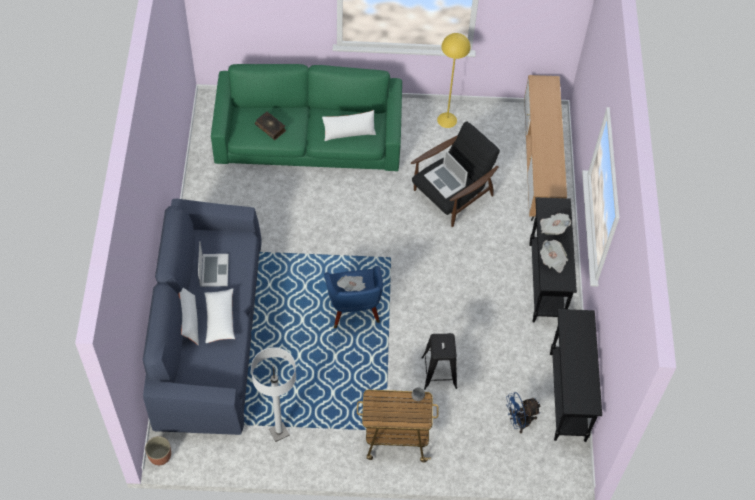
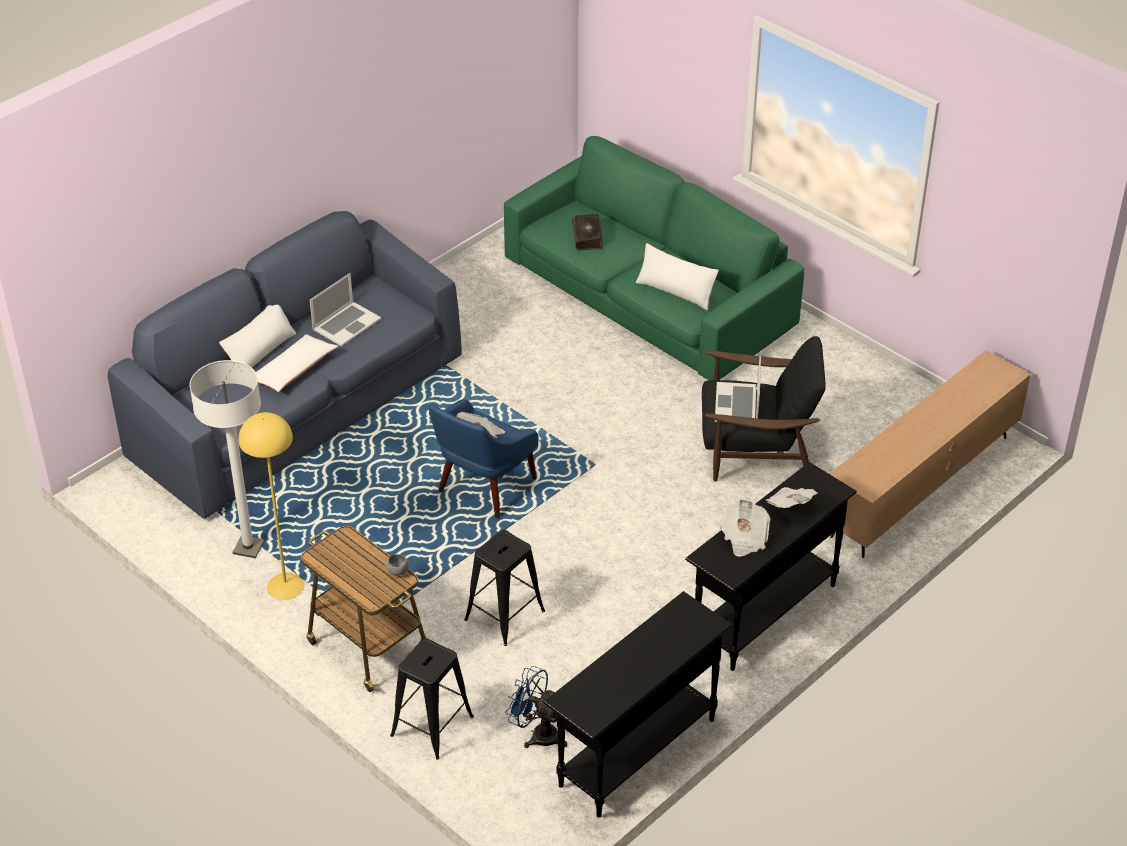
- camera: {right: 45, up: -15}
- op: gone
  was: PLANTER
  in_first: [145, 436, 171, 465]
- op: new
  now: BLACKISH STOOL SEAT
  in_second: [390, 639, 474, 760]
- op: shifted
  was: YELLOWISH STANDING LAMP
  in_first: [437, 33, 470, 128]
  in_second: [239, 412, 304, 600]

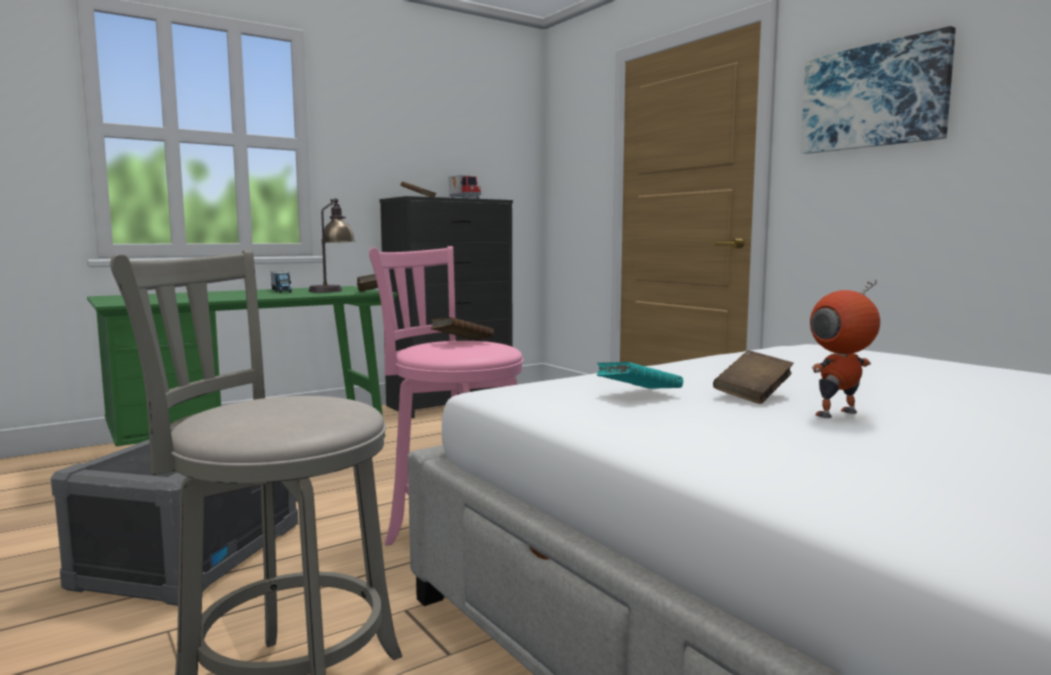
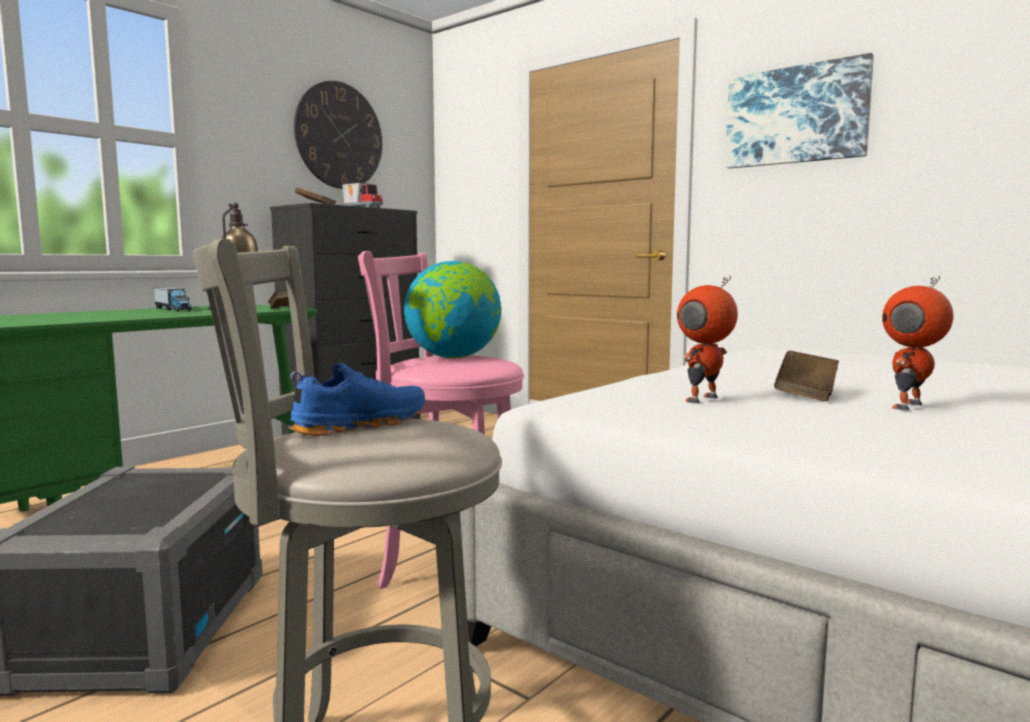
- camera: {right: -15, up: 0}
- op: new
  now: BLUISH ITEM OF FOOTWEAR
  in_second: [288, 363, 425, 436]
- op: new
  now: WALL CLOCK
  in_second: [294, 81, 382, 189]
- op: swapped
  was: BROWN-COLOURED BOUND BOOK
  now: GLOBE
  in_first: [431, 317, 494, 340]
  in_second: [404, 261, 502, 358]
- op: swapped
  was: TURQUOISE BOUND BOOK
  now: MODEL ROBOT
  in_first: [596, 362, 683, 389]
  in_second: [677, 276, 738, 403]

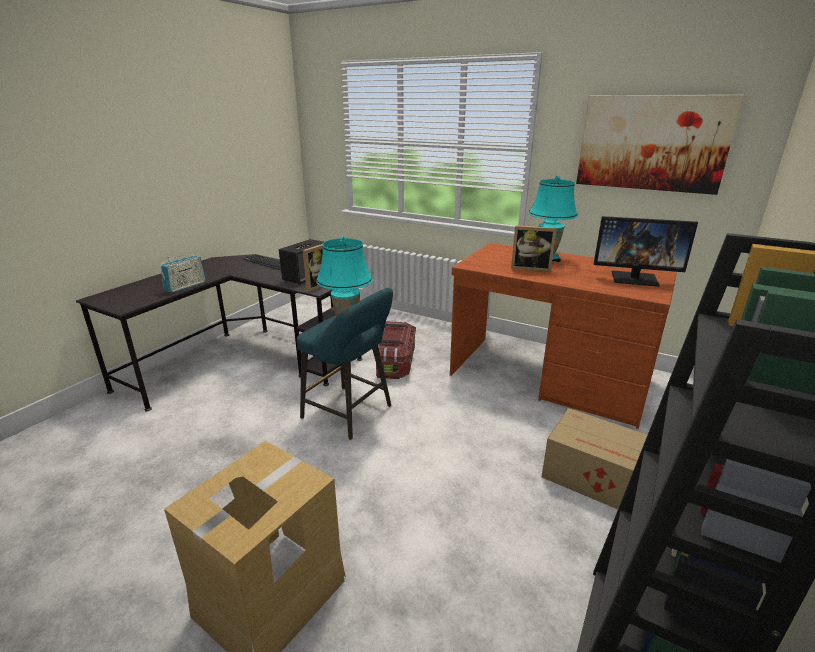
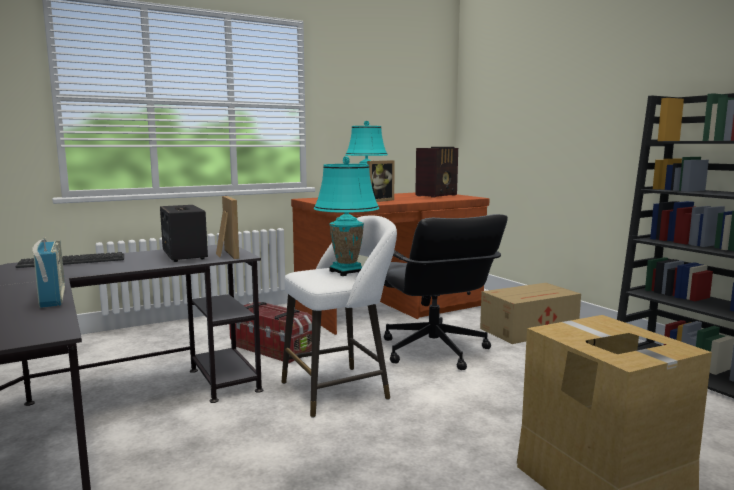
- camera: {right: -60, up: -15}
- op: gone
  was: WALL ART
  in_first: [576, 95, 744, 195]
- op: new
  now: BLACKISH DESK CHAIR
  in_second: [384, 214, 508, 370]
- op: swapped
  was: MONITOR
  now: RADIO
  in_first: [594, 216, 698, 287]
  in_second: [415, 147, 458, 198]
- op: repainted
  was: TURQUOISE STOOL SEAT
  now: WHITISH STOOL SEAT
  in_first: [297, 288, 393, 440]
  in_second: [282, 215, 397, 418]

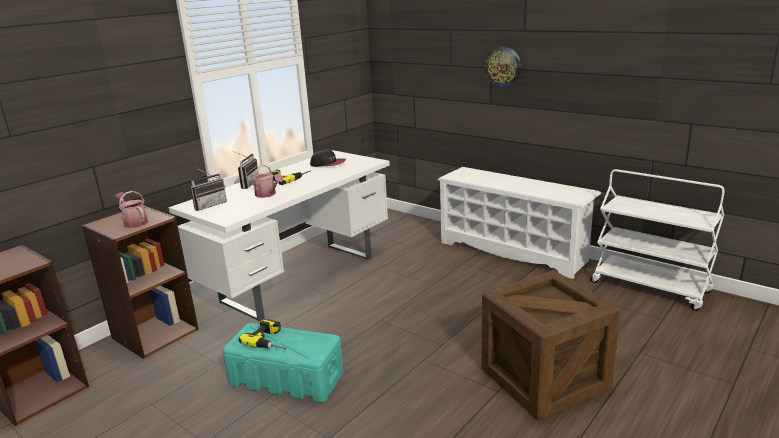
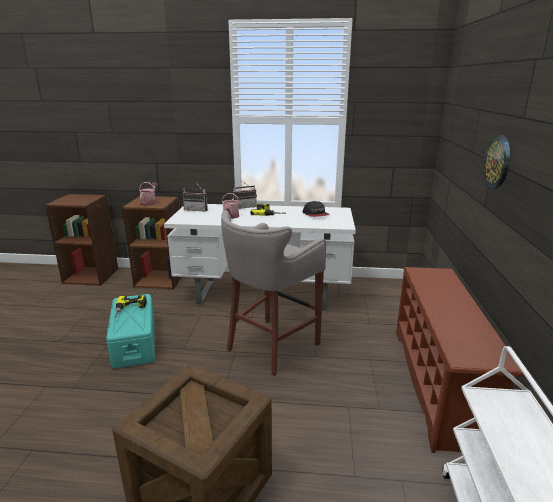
- camera: {right: 55, up: 0}
- op: new
  now: GREY STOOL SEAT
  in_second: [221, 210, 326, 376]
- op: repainted
  was: WHITISH SHOE SHELF
  now: BROWN-COLOURED SHOE SHELF
  in_first: [437, 167, 602, 279]
  in_second: [396, 267, 525, 453]

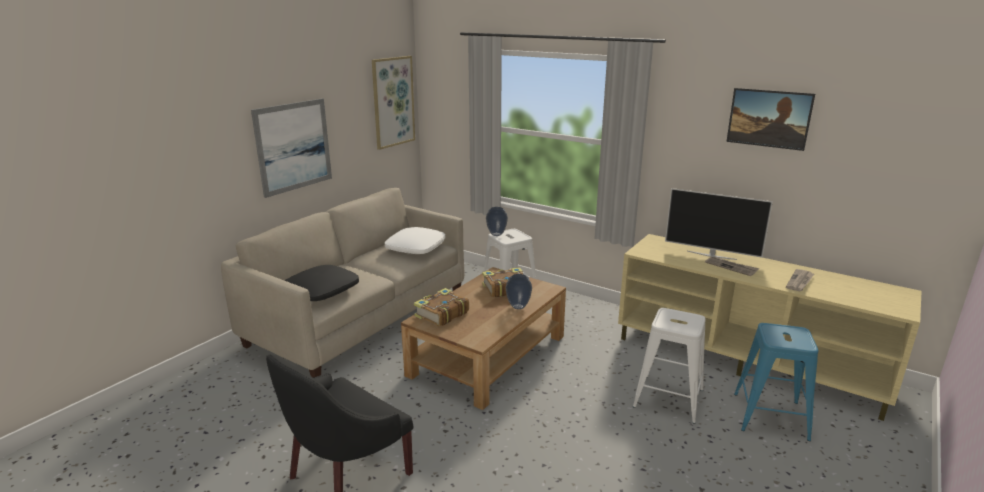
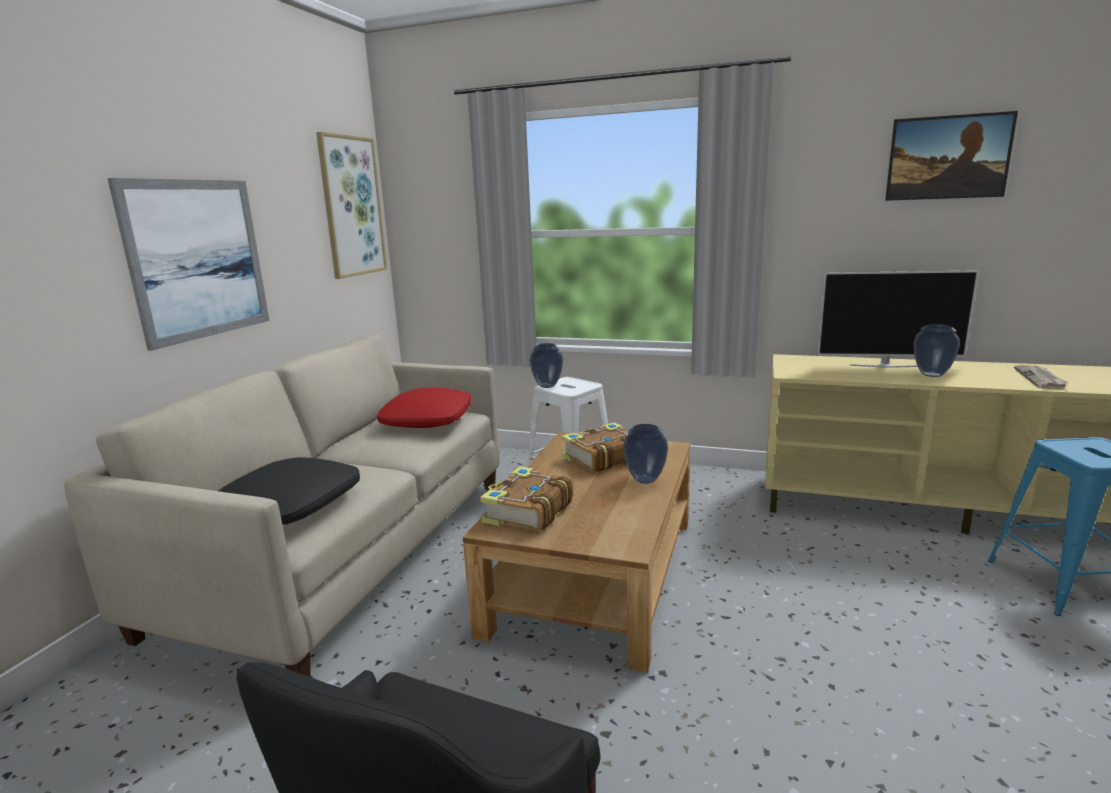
- camera: {right: -15, up: -5}
- op: gone
  was: WHITISH STOOL SEAT
  in_first: [633, 308, 706, 423]
- op: swapped
  was: NEWSPAPER
  now: VASE
  in_first: [705, 257, 759, 276]
  in_second: [914, 324, 960, 377]
- op: repainted
  was: WHITISH PILLOW
  now: REDDISH PILLOW
  in_first: [385, 227, 445, 254]
  in_second: [377, 387, 471, 428]

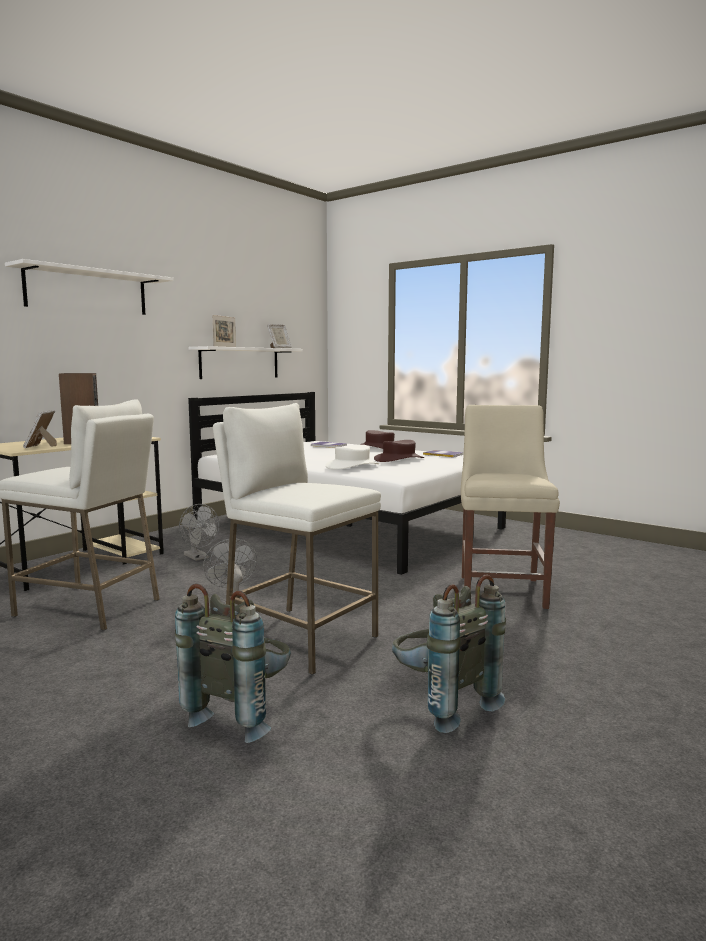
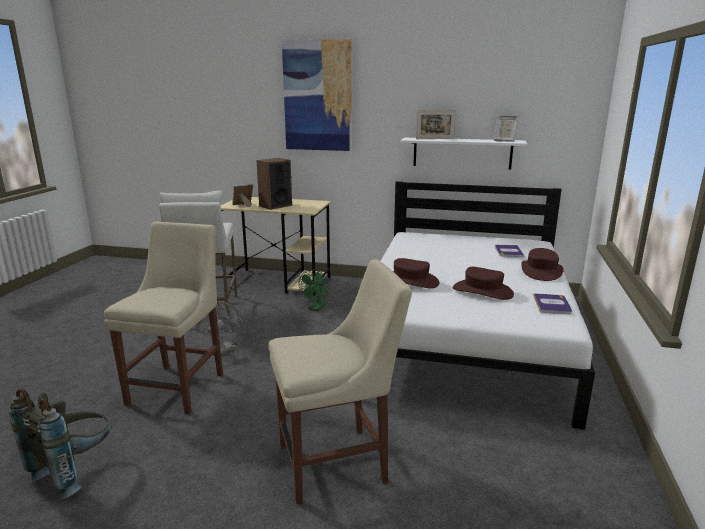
- camera: {right: 65, up: 10}
- op: gone
  was: GREY RUCKSACK
  in_first: [175, 584, 291, 743]
- op: swapped
  was: WHITISH WALL SHELF
  now: WALL ART
  in_first: [5, 259, 174, 315]
  in_second: [282, 39, 352, 151]
- op: swapped
  was: WHITISH STOOL SEAT
  now: BEIGE UPRIGHT CHAIR
  in_first: [213, 403, 381, 675]
  in_second: [104, 221, 223, 414]
- op: repainted
  was: GREY FAN
  now: GREEN-COLOURED FAN
  in_first: [179, 504, 219, 561]
  in_second: [299, 269, 329, 311]
- op: repainted
  was: WHITISH CLOTHING HAT
  now: BROWN-COLOURED CLOTHING HAT
  in_first: [325, 445, 379, 469]
  in_second: [393, 258, 439, 288]

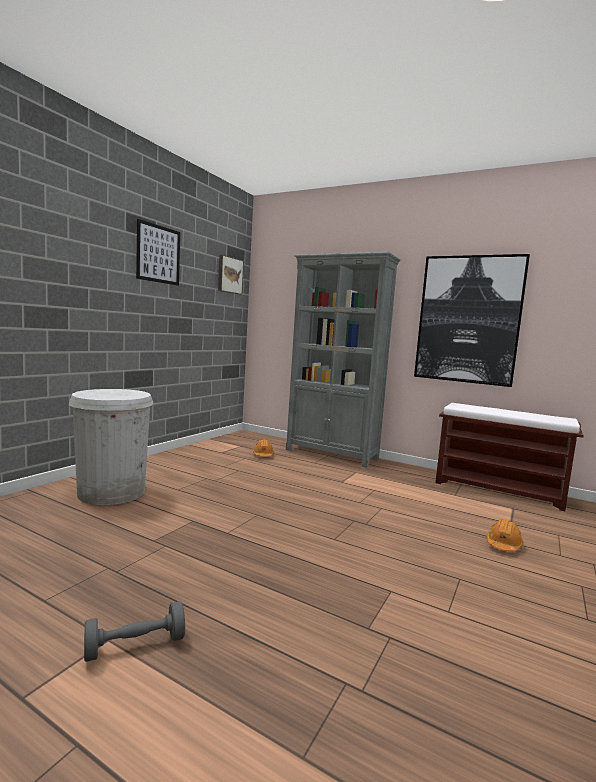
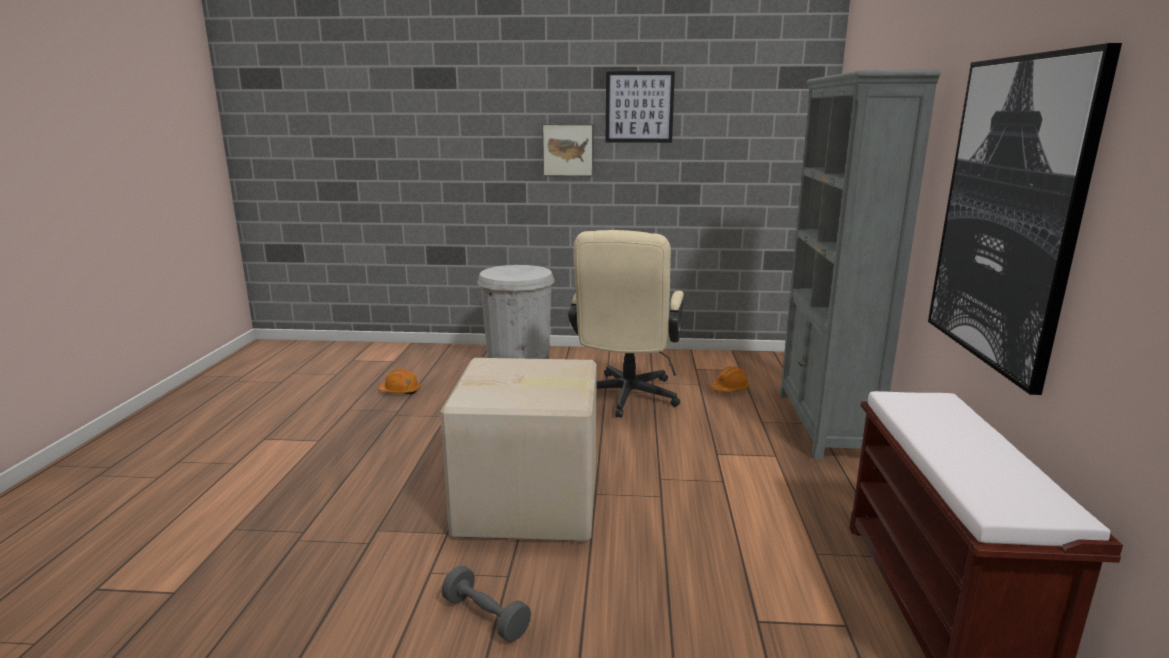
- camera: {right: 65, up: 10}
- op: new
  now: PACKING BOX
  in_second: [440, 358, 597, 542]
- op: new
  now: BEIGE DESK CHAIR
  in_second: [568, 230, 684, 418]
- op: shifted
  was: GREY FREE WEIGHT
  in_first: [84, 601, 185, 662]
  in_second: [442, 566, 531, 642]
- op: shifted
  was: WALL ART
  in_first: [218, 255, 244, 294]
  in_second: [542, 124, 594, 176]
- op: shifted
  was: ORANGE-COLOURED SAFETY HELMET
  in_first: [487, 519, 523, 552]
  in_second: [378, 369, 420, 395]

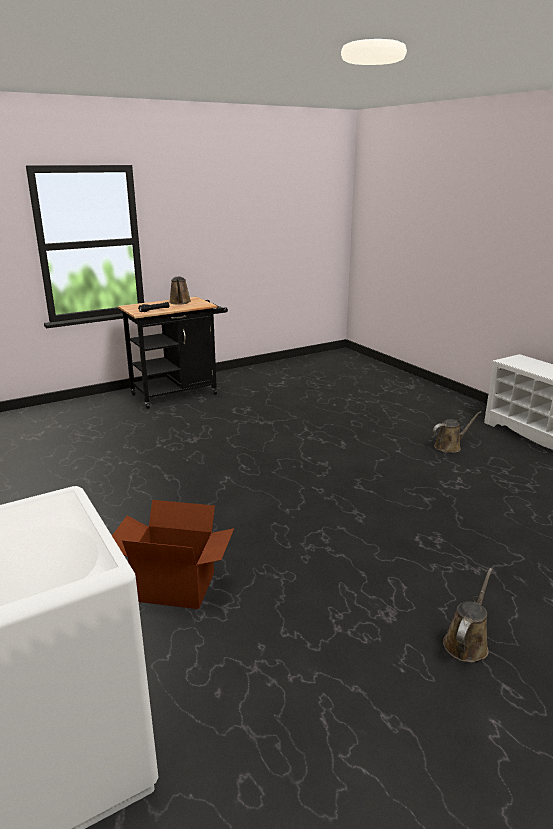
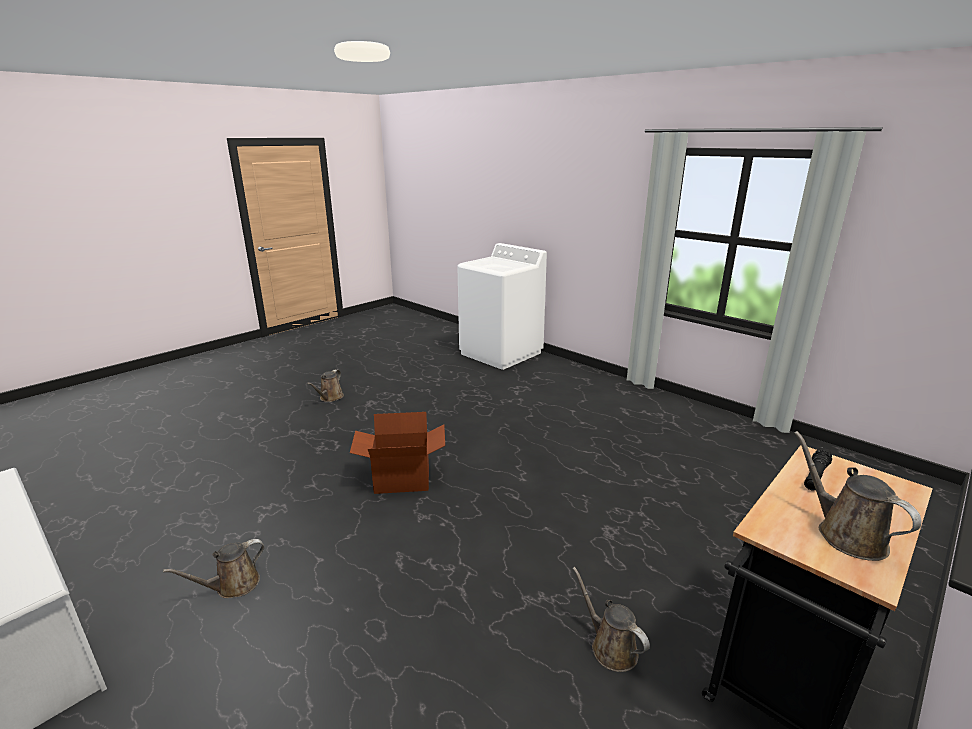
- camera: {right: 165, up: 0}
- op: new
  now: BROWN-COLOURED WATERING CAN
  in_second: [572, 567, 650, 672]
- op: shifted
  was: PACKING BOX
  in_first: [112, 500, 234, 609]
  in_second: [350, 412, 445, 494]

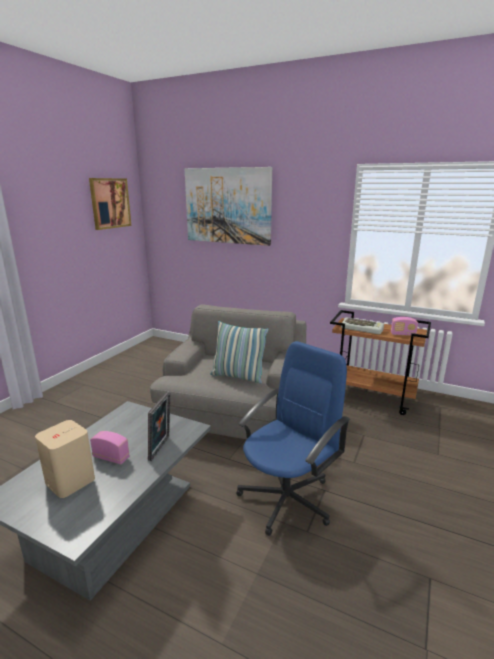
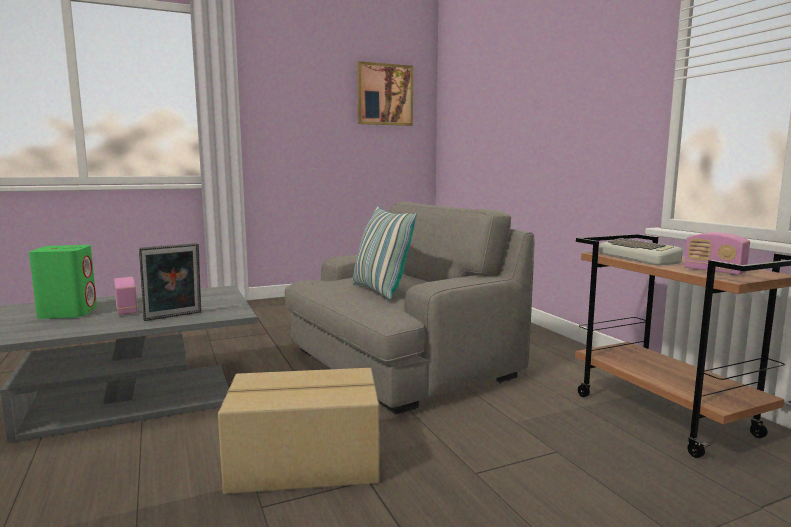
- camera: {right: 40, up: -10}
- op: gone
  was: WALL ART
  in_first: [185, 167, 272, 246]
- op: swapped
  was: BLUISH DESK CHAIR
  now: PACKING BOX
  in_first: [236, 341, 350, 536]
  in_second: [218, 368, 380, 494]
- op: repainted
  was: BEIGE SPEAKER
  now: GREEN-COLOURED SPEAKER
  in_first: [35, 420, 95, 498]
  in_second: [29, 245, 97, 319]

